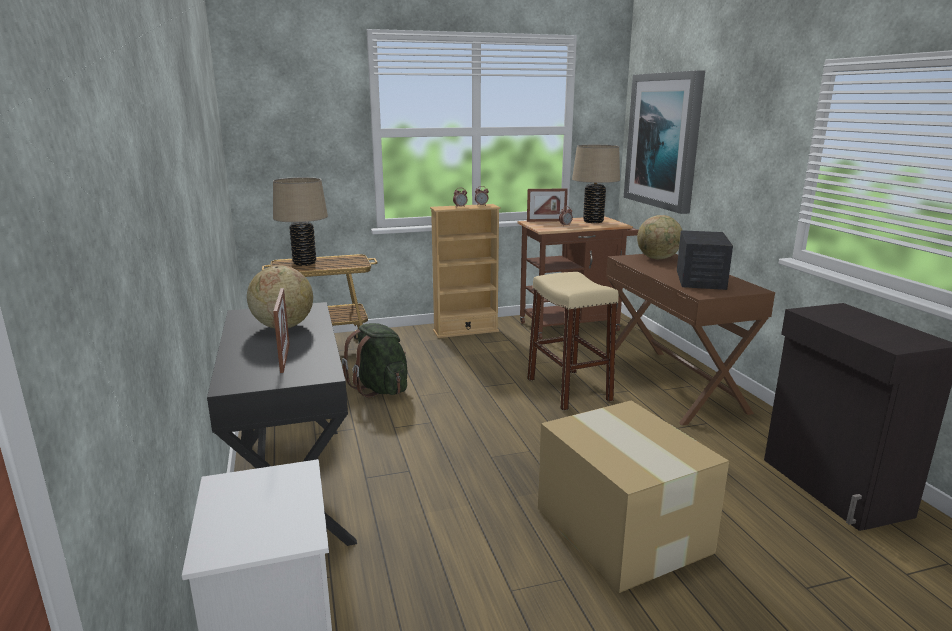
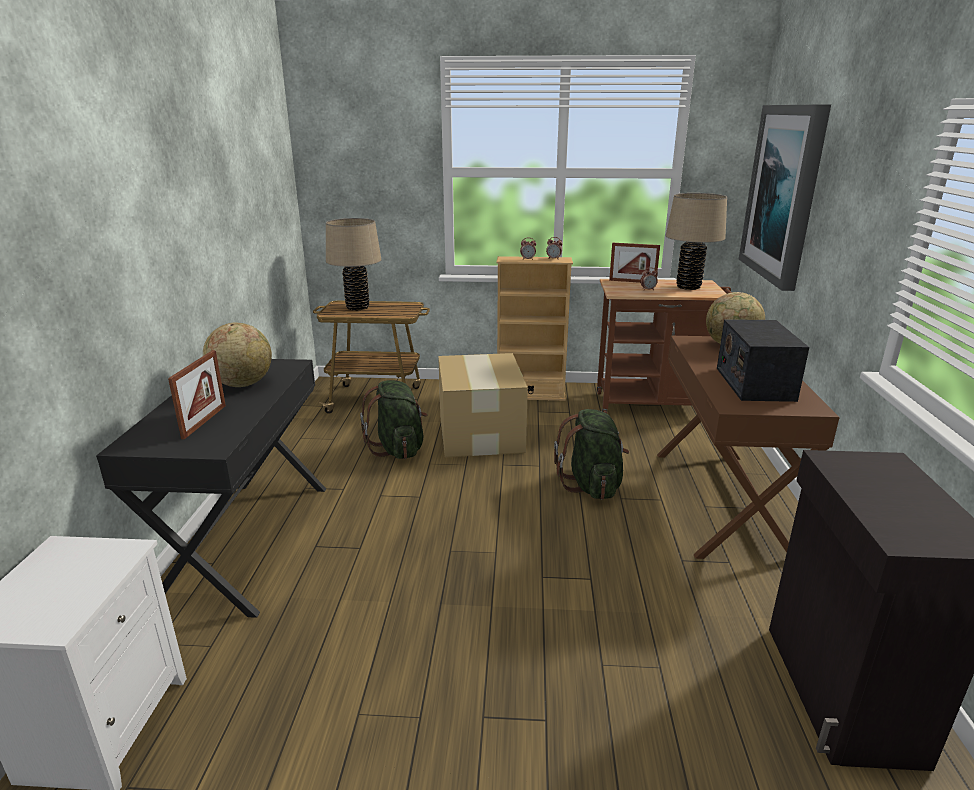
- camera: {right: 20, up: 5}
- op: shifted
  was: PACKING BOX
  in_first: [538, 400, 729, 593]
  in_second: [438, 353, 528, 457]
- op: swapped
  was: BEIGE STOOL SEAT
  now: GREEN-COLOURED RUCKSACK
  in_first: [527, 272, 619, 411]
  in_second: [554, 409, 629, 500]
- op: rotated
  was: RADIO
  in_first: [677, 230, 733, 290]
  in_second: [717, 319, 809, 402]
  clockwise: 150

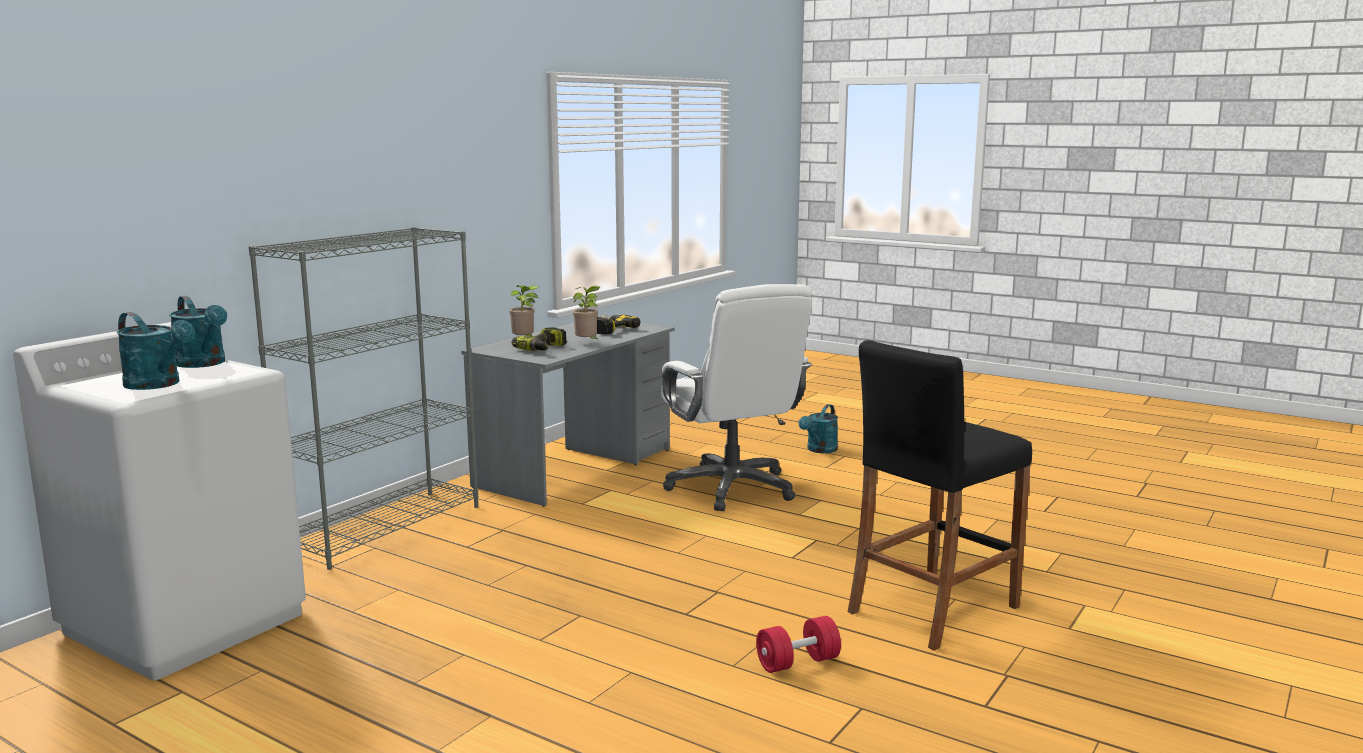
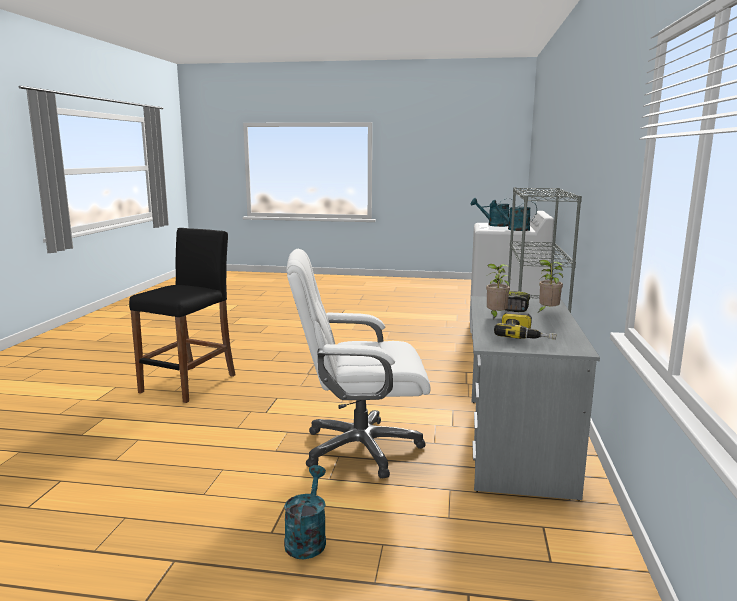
- camera: {right: 155, up: 0}
- op: gone
  was: REDDISH FREE WEIGHT
  in_first: [756, 616, 841, 673]
- op: rotated
  was: WHITISH DESK CHAIR
  in_first: [661, 284, 812, 511]
  in_second: [287, 249, 430, 479]
  clockwise: -45

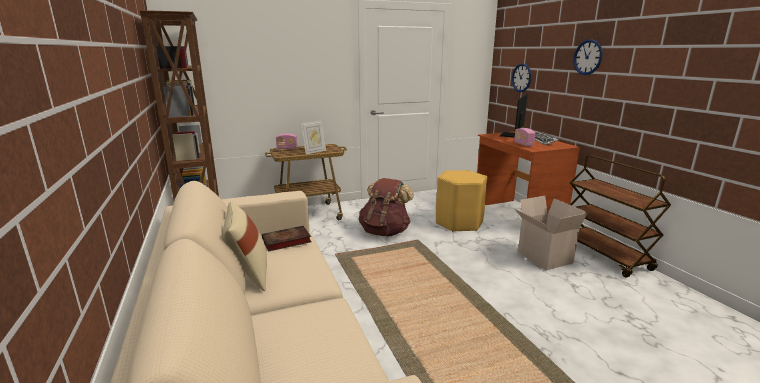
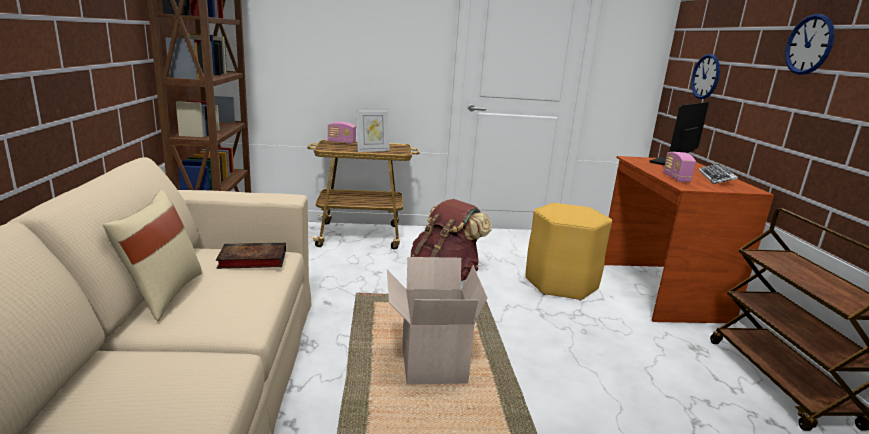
- camera: {right: 15, up: 0}
- op: shifted
  was: PACKING BOX
  in_first: [515, 196, 588, 270]
  in_second: [387, 257, 488, 385]

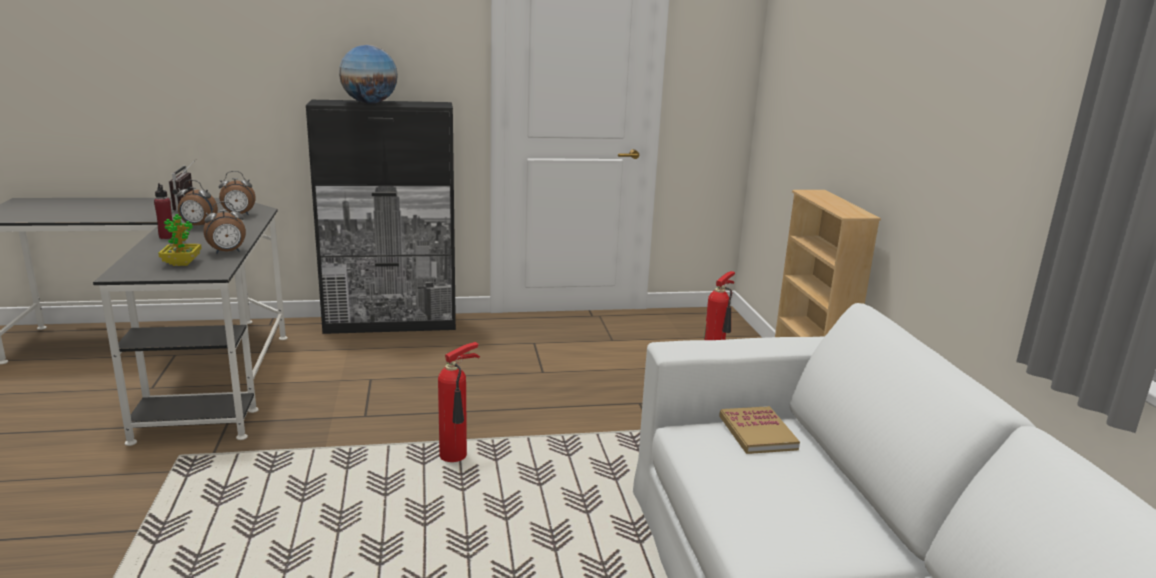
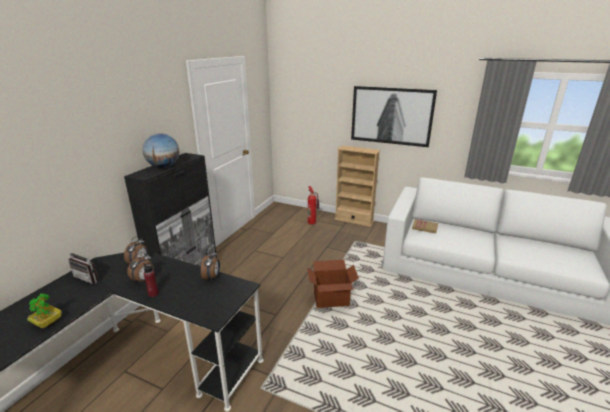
- camera: {right: -55, up: 5}
- op: new
  now: WALL ART
  in_second: [351, 86, 437, 147]
- op: shifted
  was: HOUSEPLANT
  in_first: [158, 214, 202, 266]
  in_second: [27, 293, 62, 328]
- op: swapped
  was: FIRE EXTINGUISHER
  now: PACKING BOX
  in_first: [438, 342, 480, 462]
  in_second: [307, 260, 359, 308]

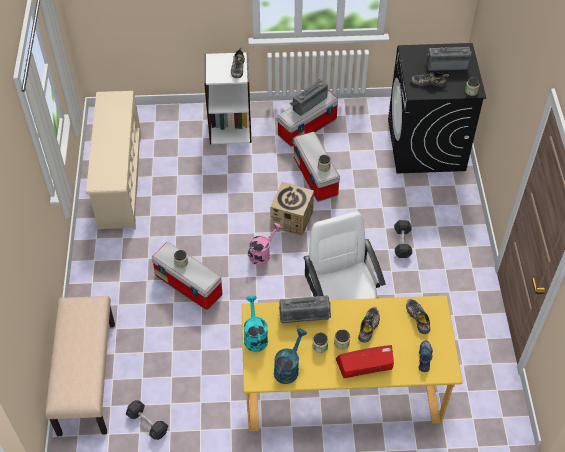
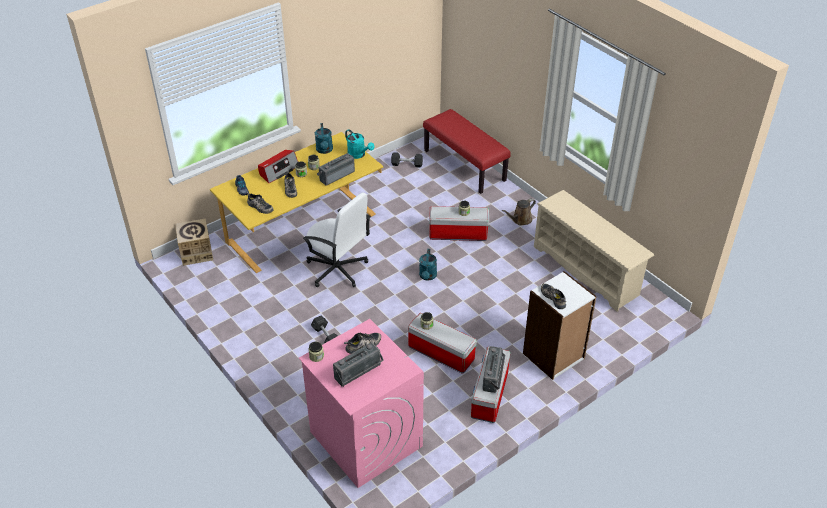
- camera: {right: 145, up: -10}
- op: new
  now: BROWN-COLOURED WATERING CAN
  in_second: [502, 198, 536, 225]
- op: shifted
  was: PACKING BOX
  in_first: [270, 182, 314, 236]
  in_second: [175, 219, 213, 266]
- op: repainted
  was: BEIGE BENCH
  now: REDDISH BENCH
  in_first: [45, 296, 115, 436]
  in_second: [423, 109, 511, 194]
- op: repainted
  was: PINK-COLOURED WATERING CAN
  now: TURQUOISE WATERING CAN
  in_first: [248, 223, 282, 265]
  in_second: [419, 249, 437, 281]
- op: repainted
  was: BLACKISH LAUNDRY APPLIANCE
  now: PINK-COLOURED LAUNDRY APPLIANCE
  in_first: [388, 43, 486, 174]
  in_second: [299, 319, 424, 488]

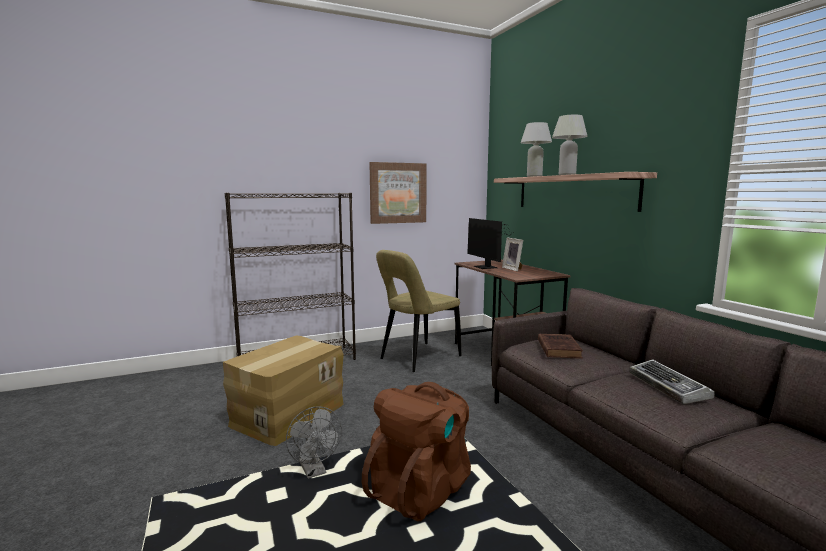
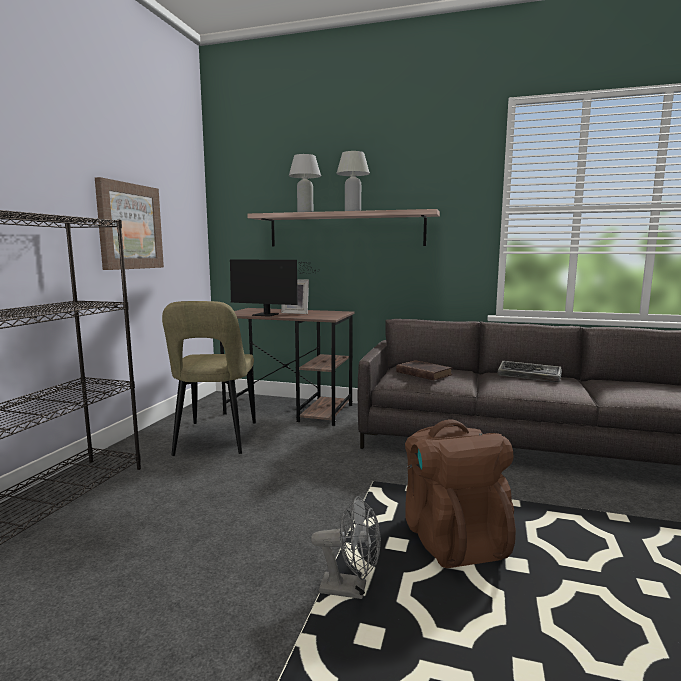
- camera: {right: -50, up: 0}
- op: gone
  was: PACKING BOX
  in_first: [223, 336, 344, 446]

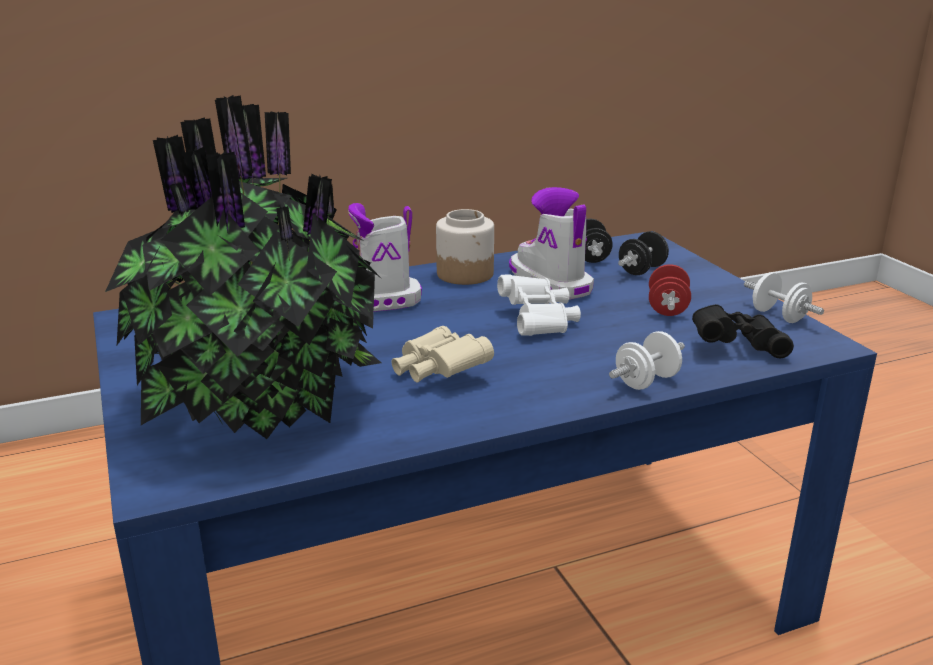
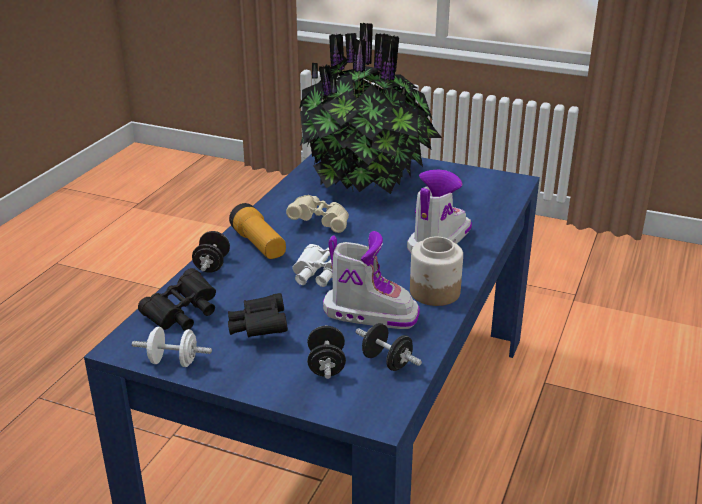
- camera: {right: 135, up: 5}
- op: new
  now: HAND TORCH
  in_second: [229, 203, 286, 259]
- op: swapped
  was: REDDISH FREE WEIGHT
  now: BLACKISH FIELD GLASSES
  in_first: [649, 264, 691, 316]
  in_second: [228, 293, 288, 337]
- op: repainted
  was: WHITISH FREE WEIGHT
  now: BLACKISH FREE WEIGHT
  in_first: [609, 331, 685, 390]
  in_second: [192, 231, 230, 273]

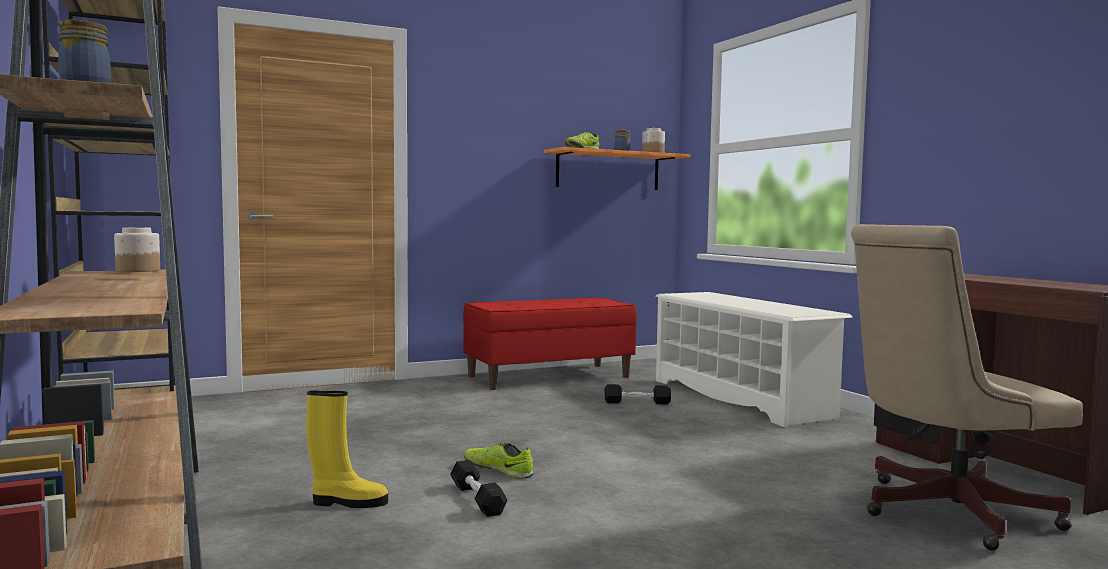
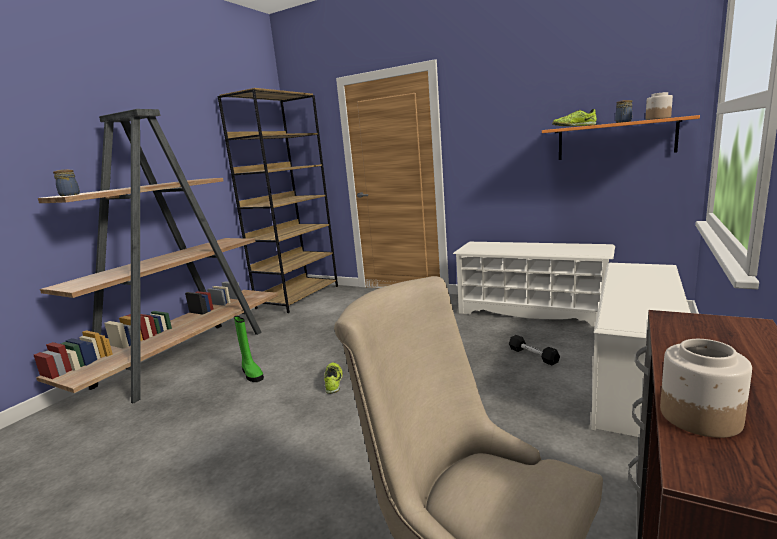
- camera: {right: 55, up: 10}
- op: gone
  was: BLACKISH FREE WEIGHT
  in_first: [450, 460, 508, 517]
- op: shifted
  was: STORAGE JAR
  in_first: [114, 227, 160, 272]
  in_second: [660, 339, 752, 438]
- op: swapped
  was: REDDISH BENCH
  now: WHITISH SHOE SHELF
  in_first: [463, 297, 637, 390]
  in_second: [453, 242, 615, 327]
- op: repainted
  was: YELLOWISH BOOT
  now: GREEN-COLOURED BOOT
  in_first: [306, 391, 388, 508]
  in_second: [234, 316, 264, 382]

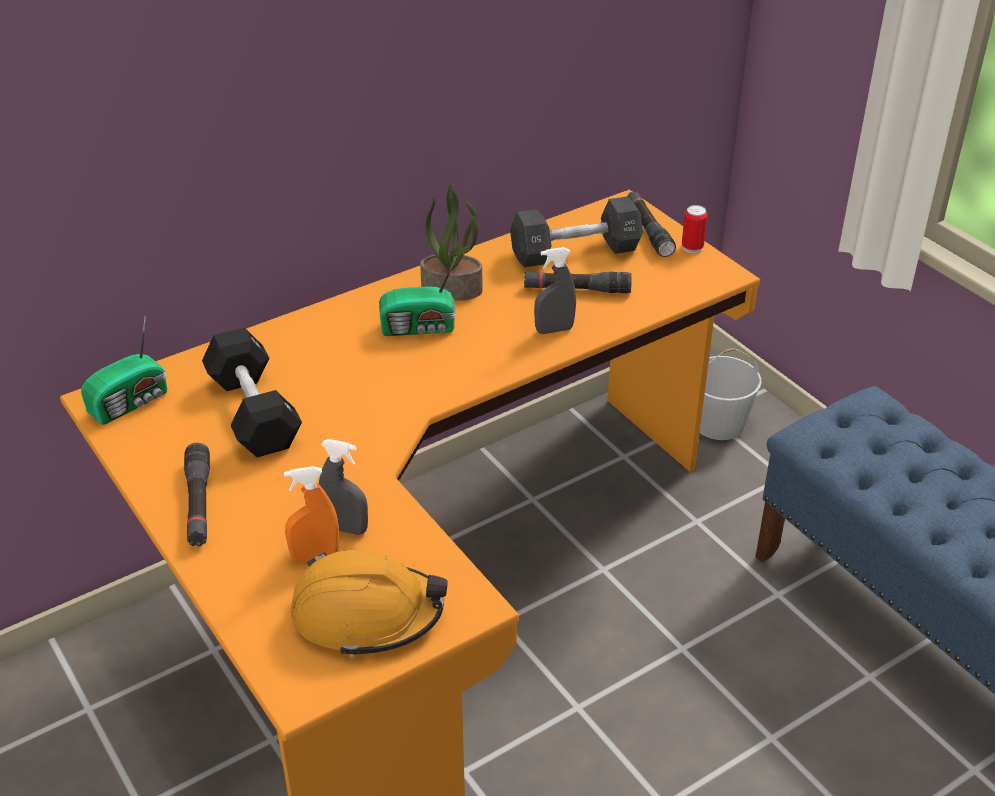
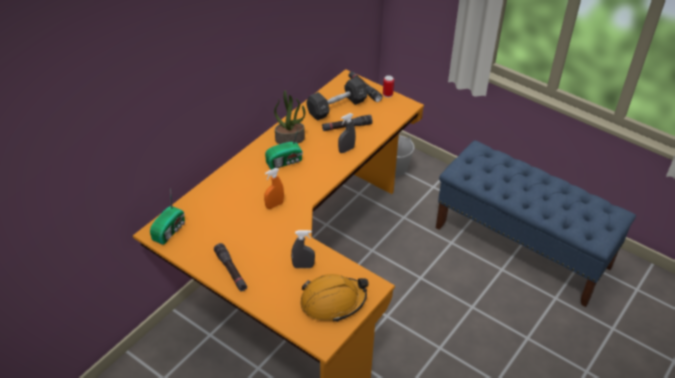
- camera: {right: -20, up: 5}
- op: gone
  was: BLACKISH FREE WEIGHT
  in_first: [202, 327, 302, 457]
- op: shifted
  was: ORANGE-COLOURED HAND SPRAYER
  in_first: [284, 466, 339, 562]
  in_second: [264, 168, 284, 209]

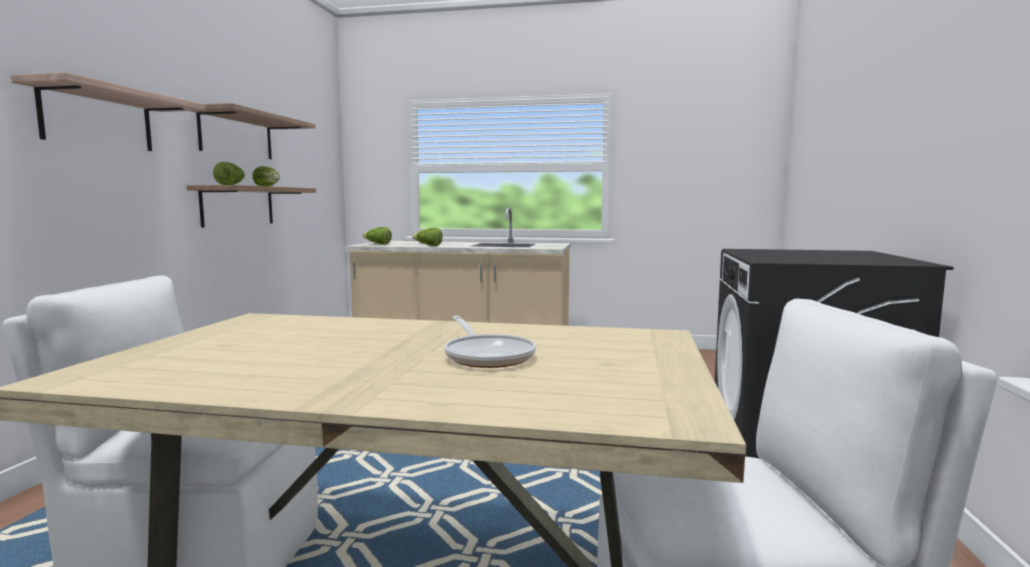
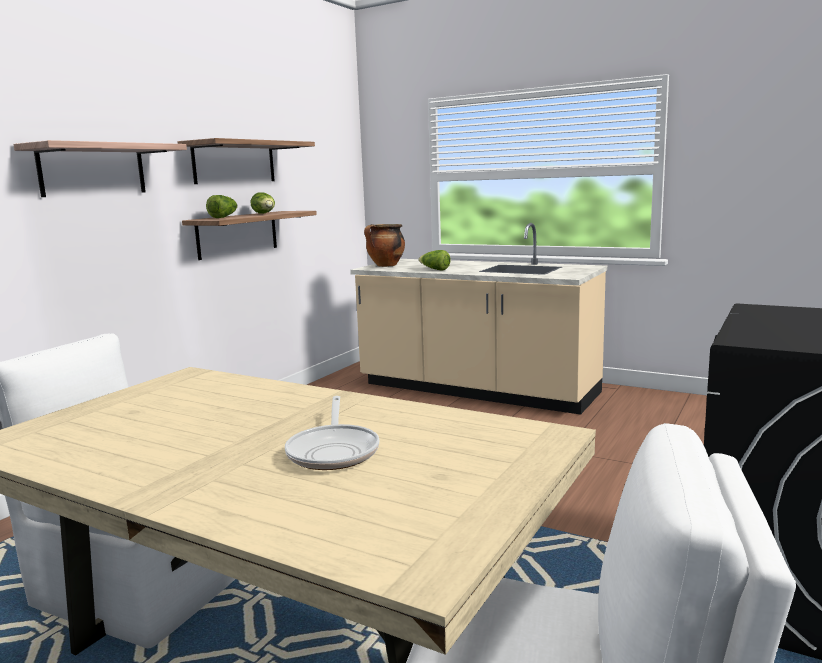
- camera: {right: 20, up: 5}
- op: swapped
  was: HEAD OF LETTUCE
  now: COOKING POT
  in_first: [363, 227, 392, 244]
  in_second: [364, 224, 405, 267]

